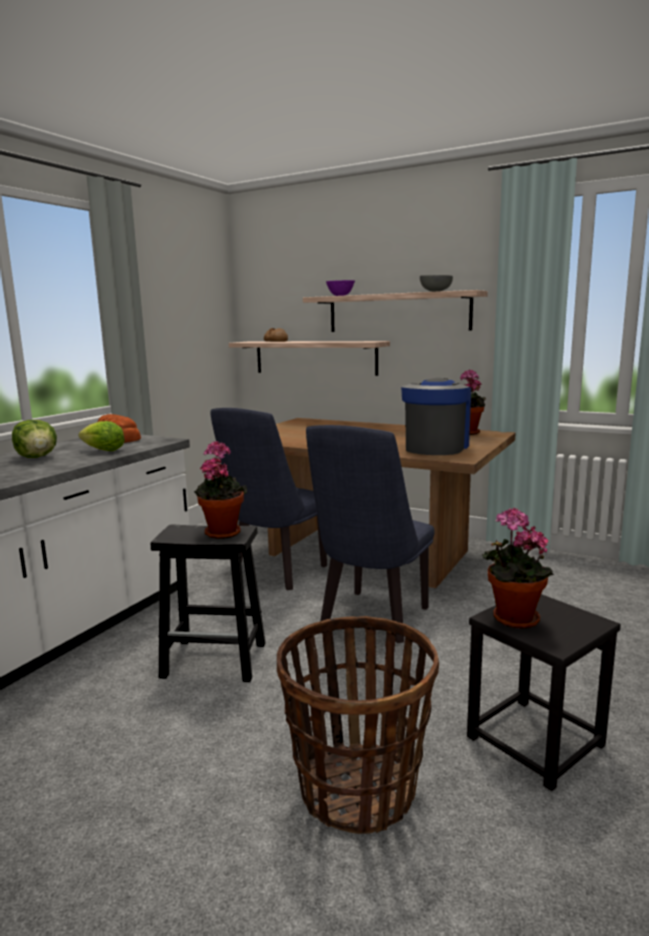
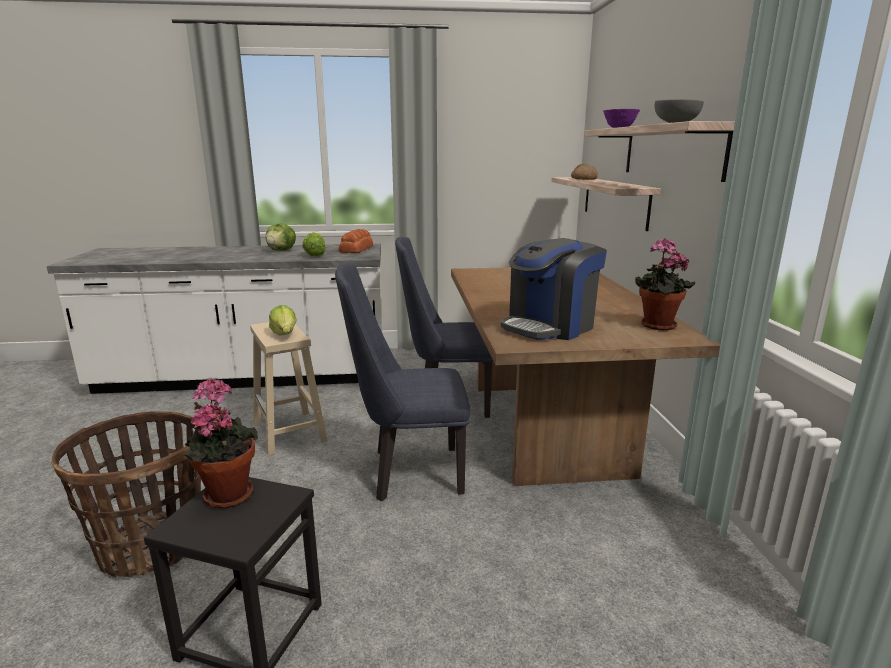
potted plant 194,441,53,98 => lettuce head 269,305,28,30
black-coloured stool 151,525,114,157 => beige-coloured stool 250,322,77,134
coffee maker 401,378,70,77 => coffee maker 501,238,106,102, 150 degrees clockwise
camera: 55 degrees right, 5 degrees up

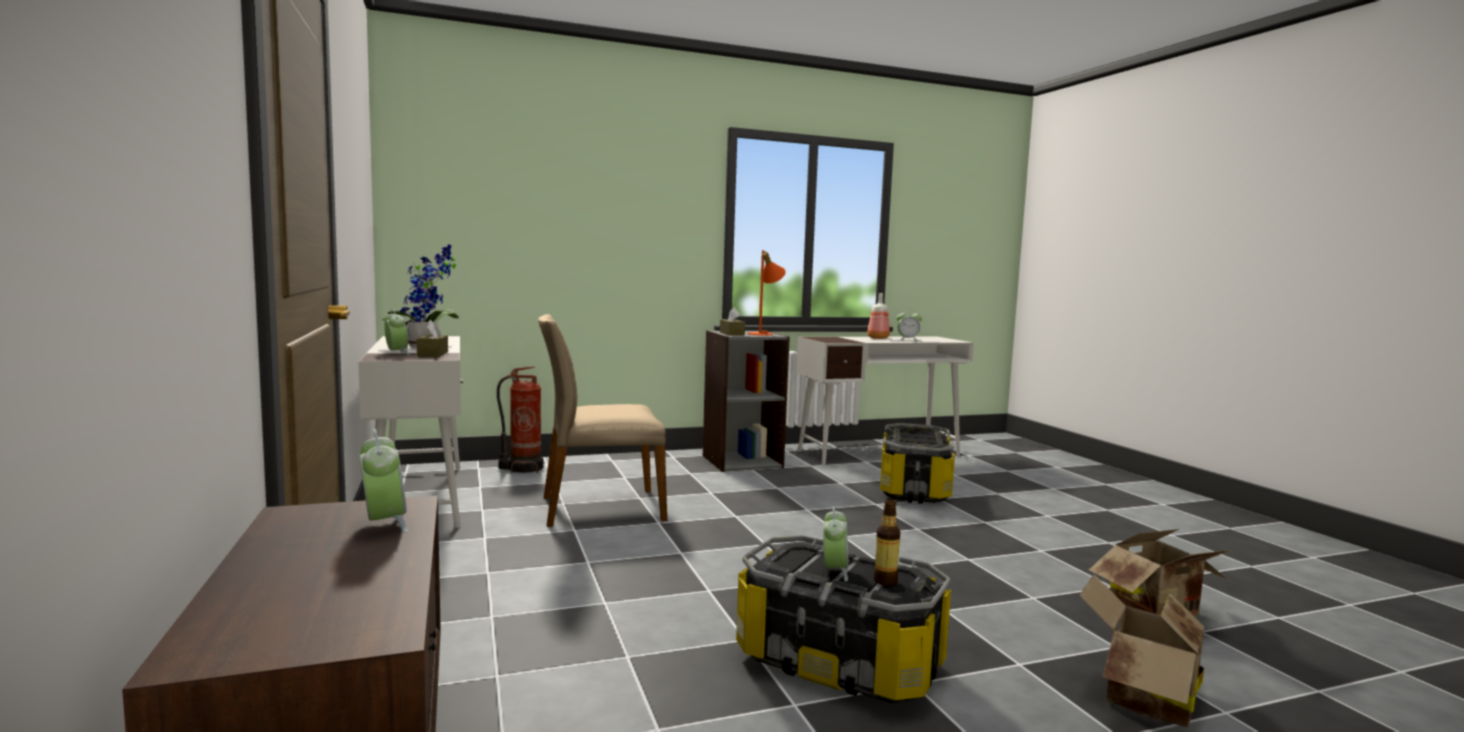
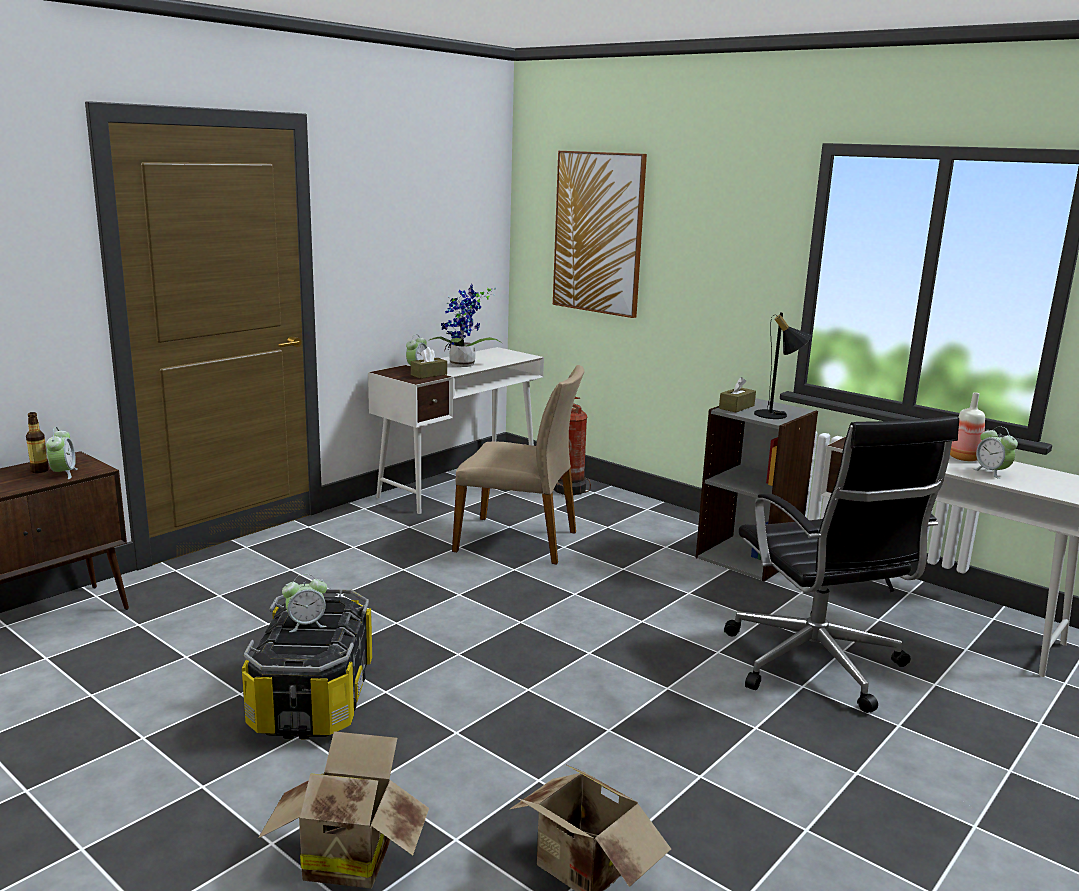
nothing => wall art 553,151,94,167
drink bottle 874,498,26,88 => drink bottle 26,412,23,61, move
storage container 880,423,75,81 => black-coloured computer chair 724,416,235,297
orangey table lamp 747,250,39,85 => black-coloured table lamp 754,312,58,107
bedside clock 360,429,48,104 => bedside clock 46,427,32,52, 45 degrees counterclockwise
beige-coloured plain chair 538,314,129,213 => beige-coloured plain chair 452,365,132,200, 150 degrees clockwise
camera: 60 degrees right, 10 degrees up

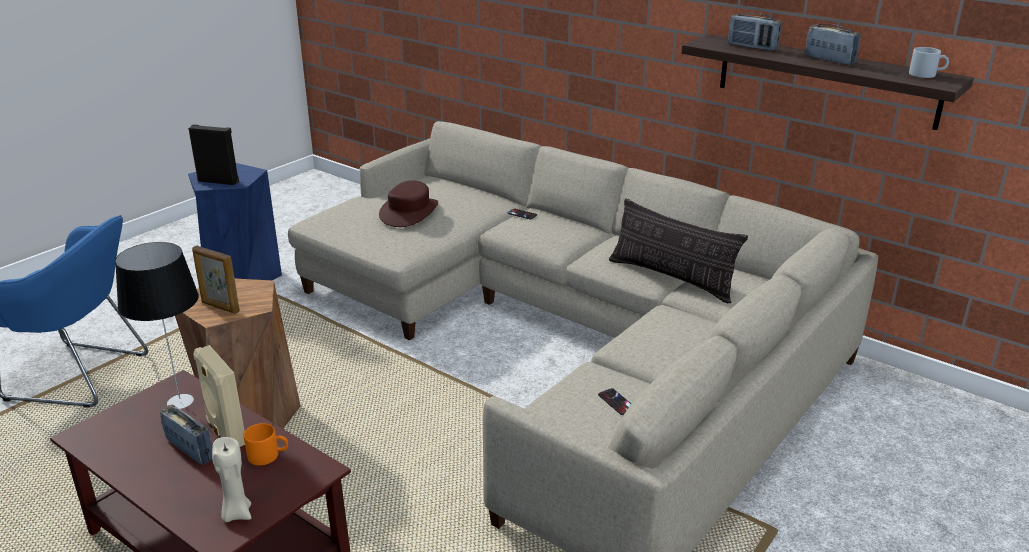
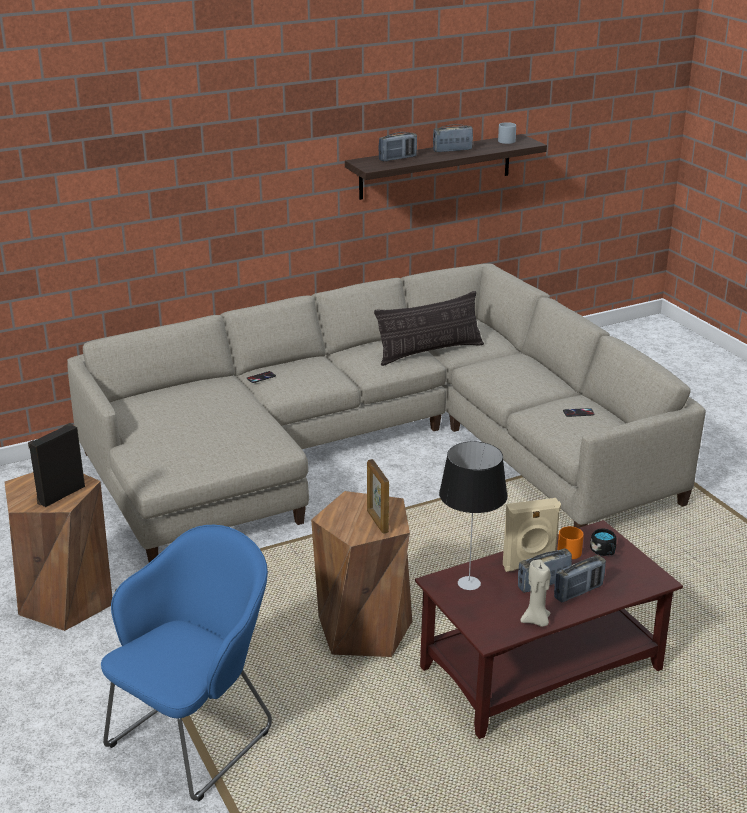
brownish clothing hat 379,180,59,47 => nothing
nothing => radio receiver 554,555,52,47
nothing => black-coloured tea mug 590,528,27,28
beige-coloured candle 212,437,39,85 => beige-coloured candle 520,559,31,68, move
blue-coloured stool 188,163,94,117 => brownish stool 4,472,109,159
picture frame 192,246,48,68 => picture frame 367,459,22,75, 105 degrees clockwise
camera: 65 degrees left, 0 degrees up

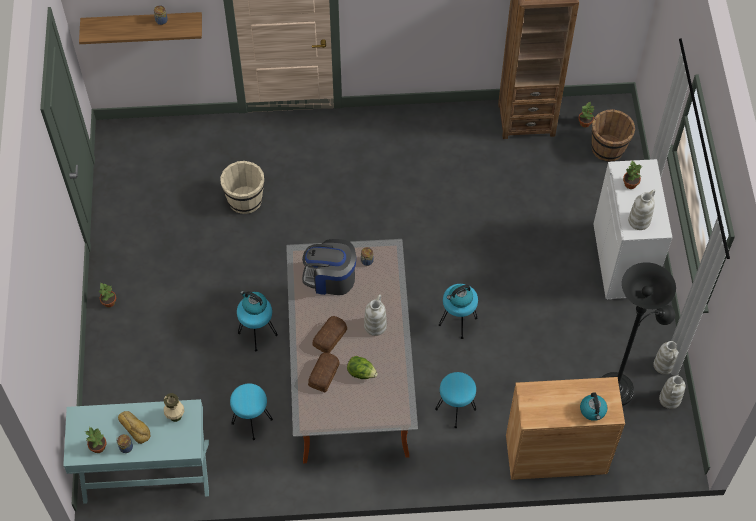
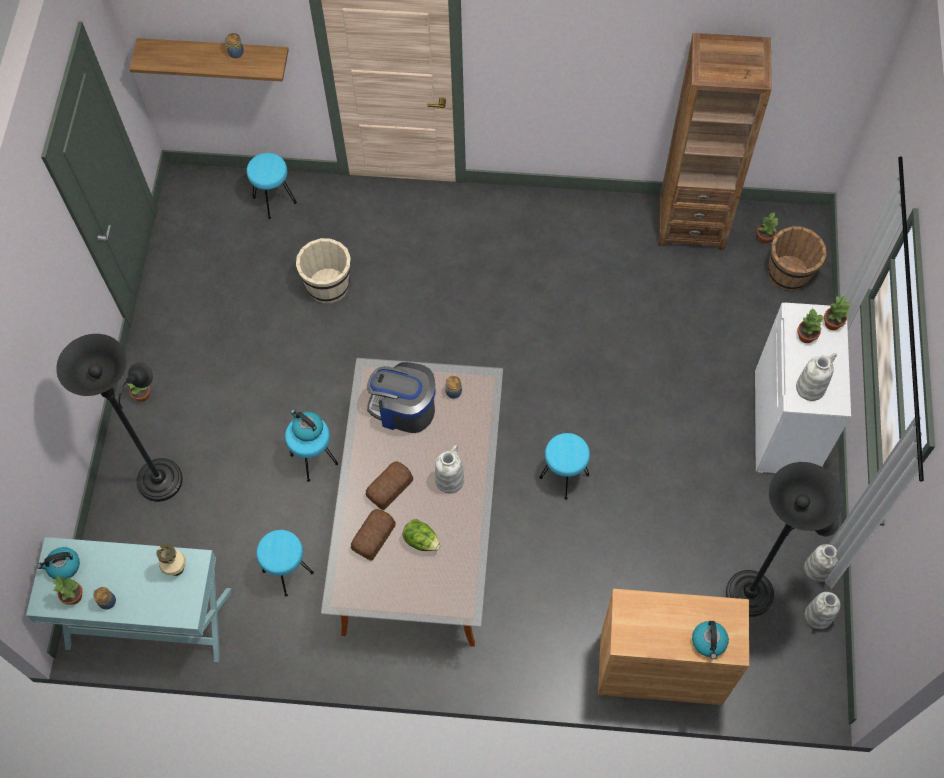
bakery bread 118,411,32,33 => nothing
nothing => black-coloured floor lamp 56,334,127,168
nothing => potted plant 824,295,27,35
turquoise stool 435,372,41,56 => turquoise stool 247,153,50,66, move
tea kettle 447,285,26,23 => tea kettle 37,547,43,32, move
camera: 10 degrees right, 5 degrees up

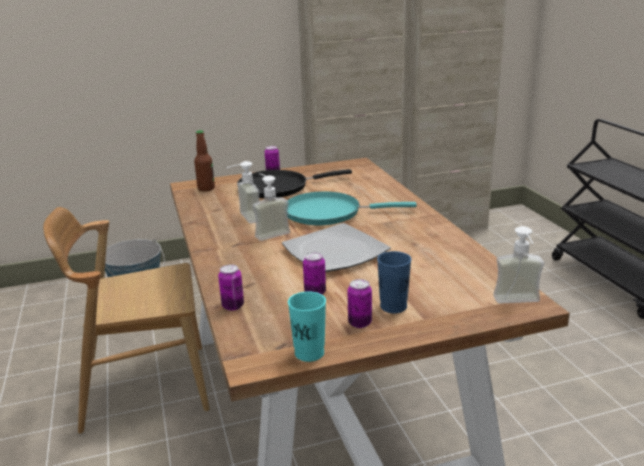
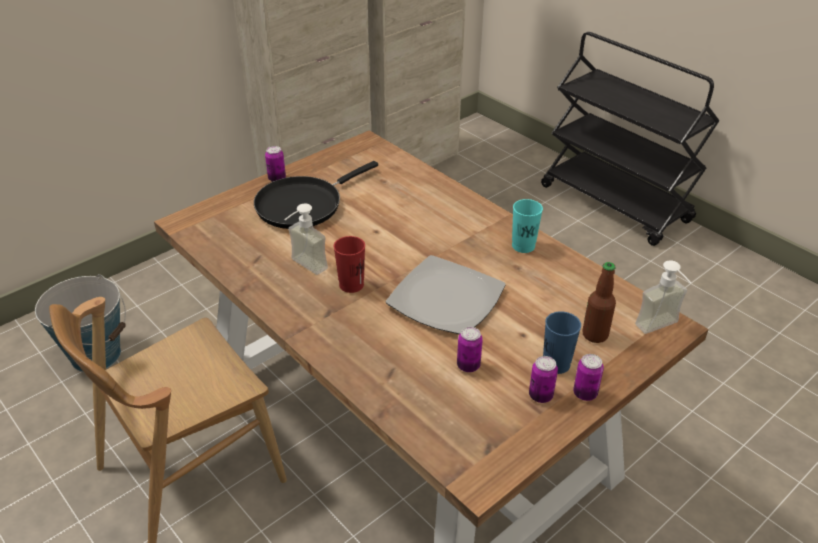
turquoise skillet 288,191,129,34 => nothing
drink bottle 194,130,21,61 => drink bottle 582,262,34,81, move
sealed can 218,264,26,47 => sealed can 573,354,31,47, move
turquoise small cup 288,291,38,71 => turquoise small cup 512,199,31,54, move
liquid soap bottle 252,173,38,68 => red-coloured small cup 334,236,31,57
camera: 25 degrees left, 15 degrees up

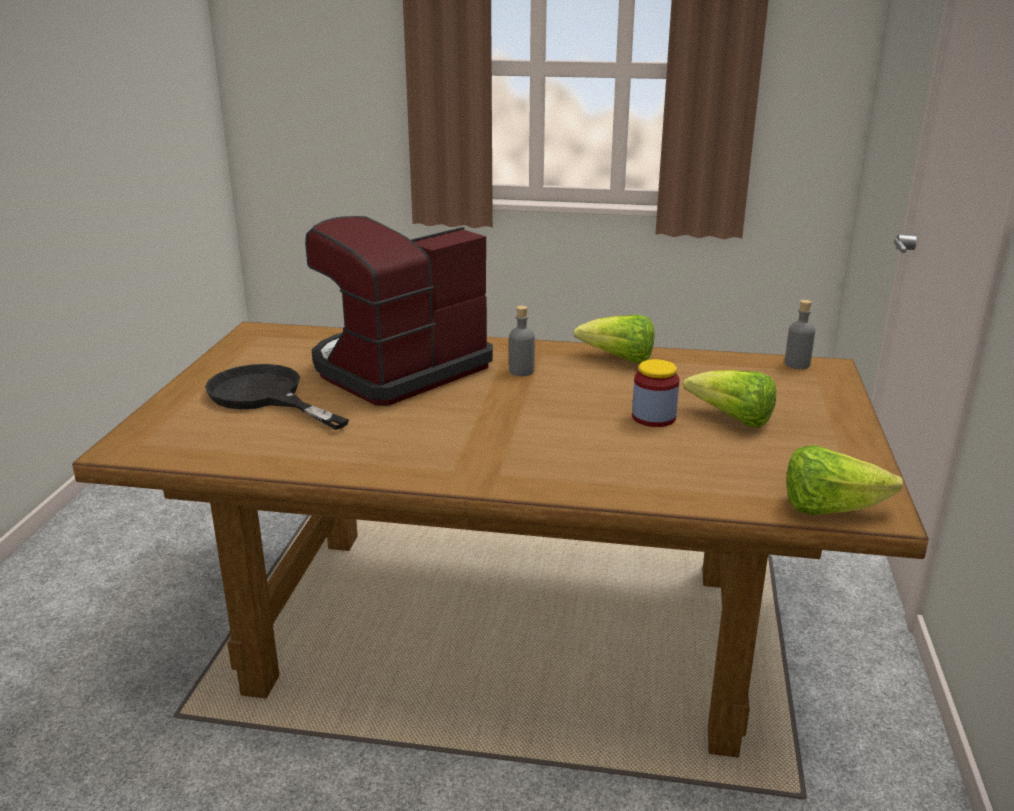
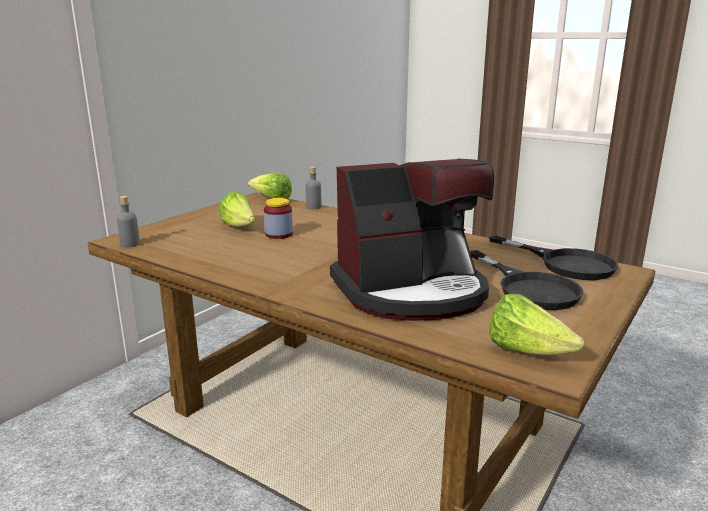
nothing => black-coloured skillet 489,235,129,45
gray drink bottle 509,306,26,70 => gray drink bottle 306,166,15,43, move
lettuce head 573,315,82,48 => lettuce head 489,294,96,61, move
camera: 155 degrees left, 5 degrees down

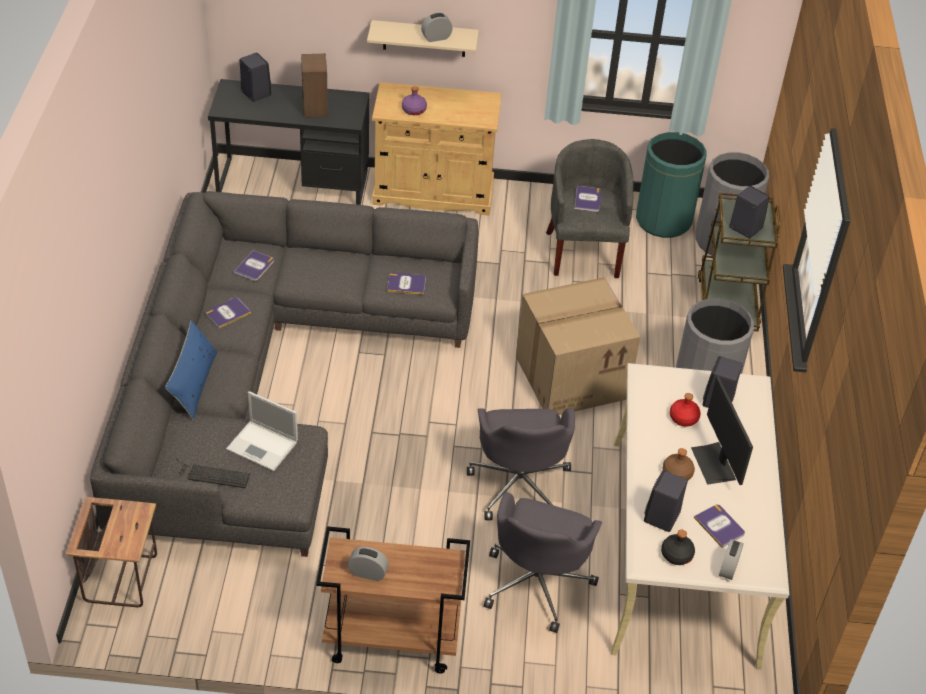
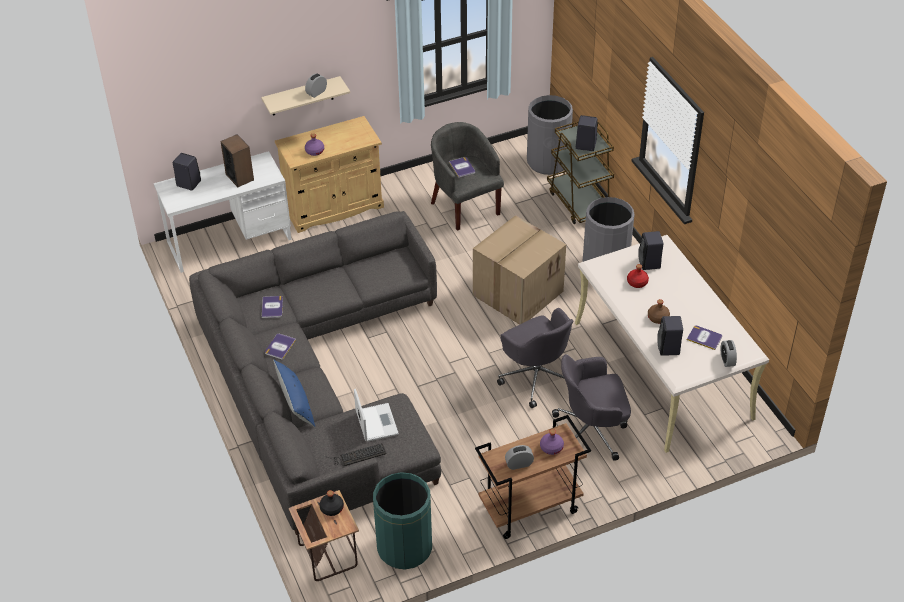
book 387,272,39,23 => nothing
computer screen 691,377,62,108 => nothing
nothing => purple-coloured drink bottle 540,429,24,26
green-coloured rubbish bin 636,132,70,106 => green-coloured rubbish bin 373,472,59,97, move
black-coloured drink bottle 661,530,34,35 => black-coloured drink bottle 319,490,25,26, move
black-coloured desk unit 208,79,161,126 => white desk unit 154,151,137,122
notebook computer 226,391,72,80 => notebook computer 354,389,45,53, 105 degrees counterclockwise
gray computer chair 484,492,118,141 => gray computer chair 552,354,79,107, 90 degrees clockwise
camera: 25 degrees left, 0 degrees up

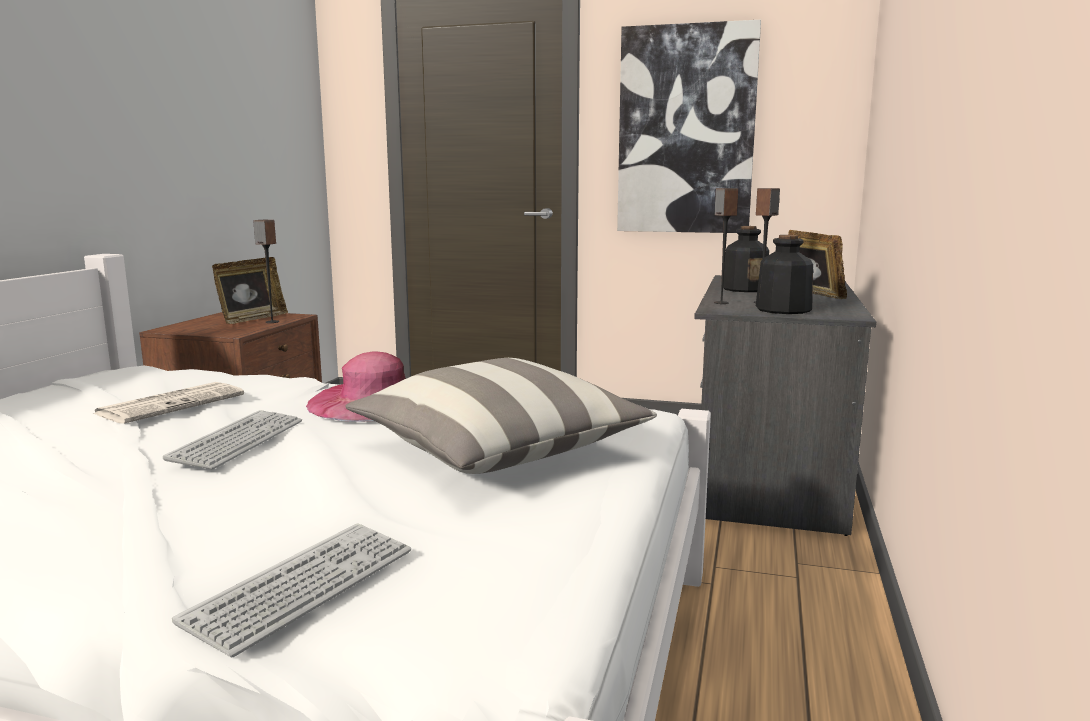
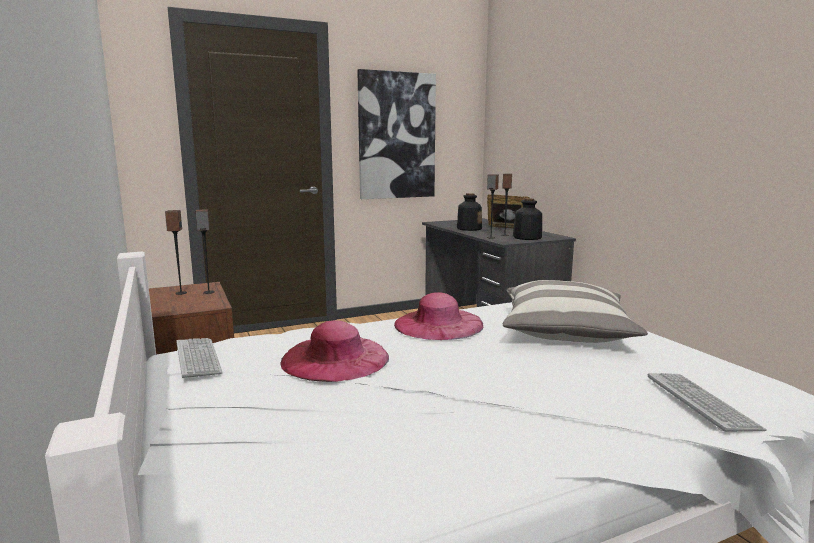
PC keyboard 163,410,139,59 => PC keyboard 176,338,47,40, move
daily paper 93,382,151,42 => pink-coloured clothing hat 280,320,109,62
picture frame 212,257,76,67 => speaker 165,210,22,85
camera: 40 degrees left, 0 degrees up

